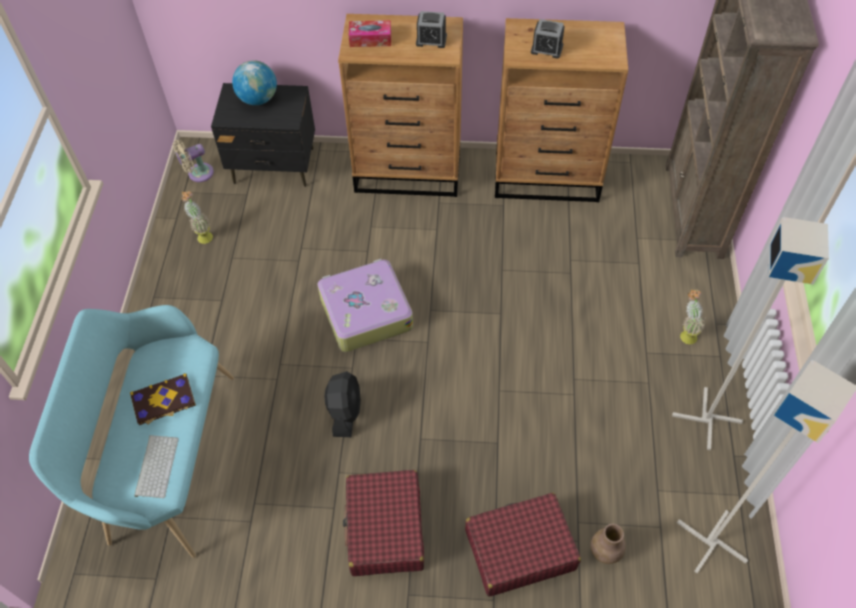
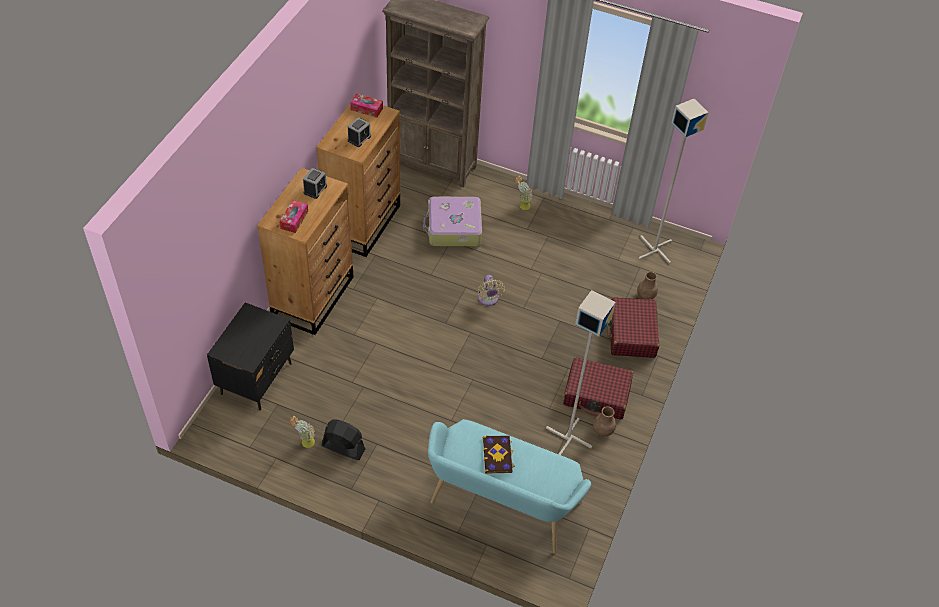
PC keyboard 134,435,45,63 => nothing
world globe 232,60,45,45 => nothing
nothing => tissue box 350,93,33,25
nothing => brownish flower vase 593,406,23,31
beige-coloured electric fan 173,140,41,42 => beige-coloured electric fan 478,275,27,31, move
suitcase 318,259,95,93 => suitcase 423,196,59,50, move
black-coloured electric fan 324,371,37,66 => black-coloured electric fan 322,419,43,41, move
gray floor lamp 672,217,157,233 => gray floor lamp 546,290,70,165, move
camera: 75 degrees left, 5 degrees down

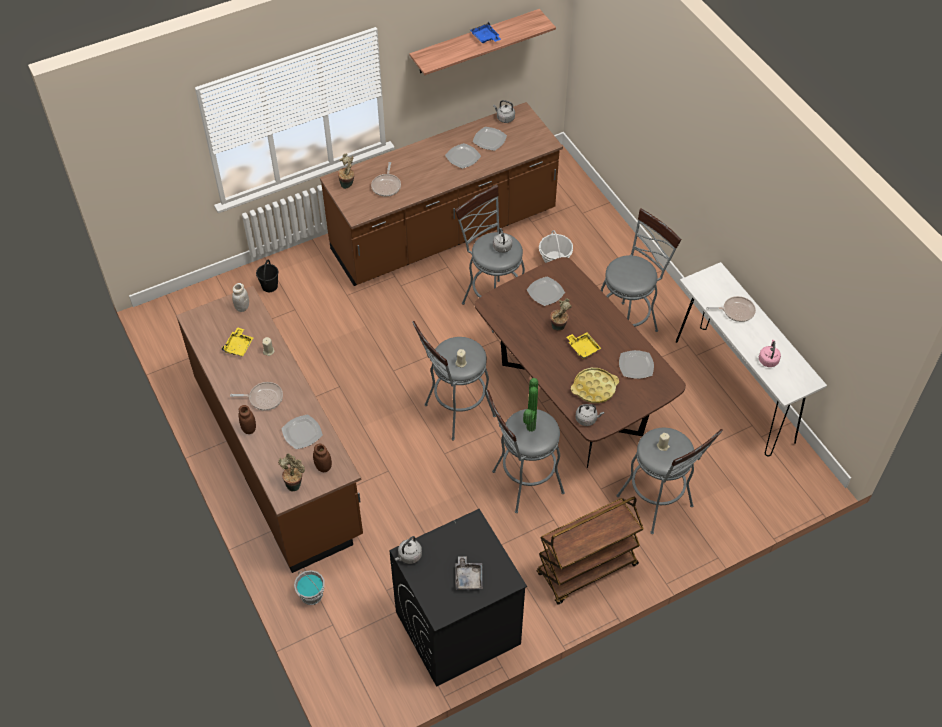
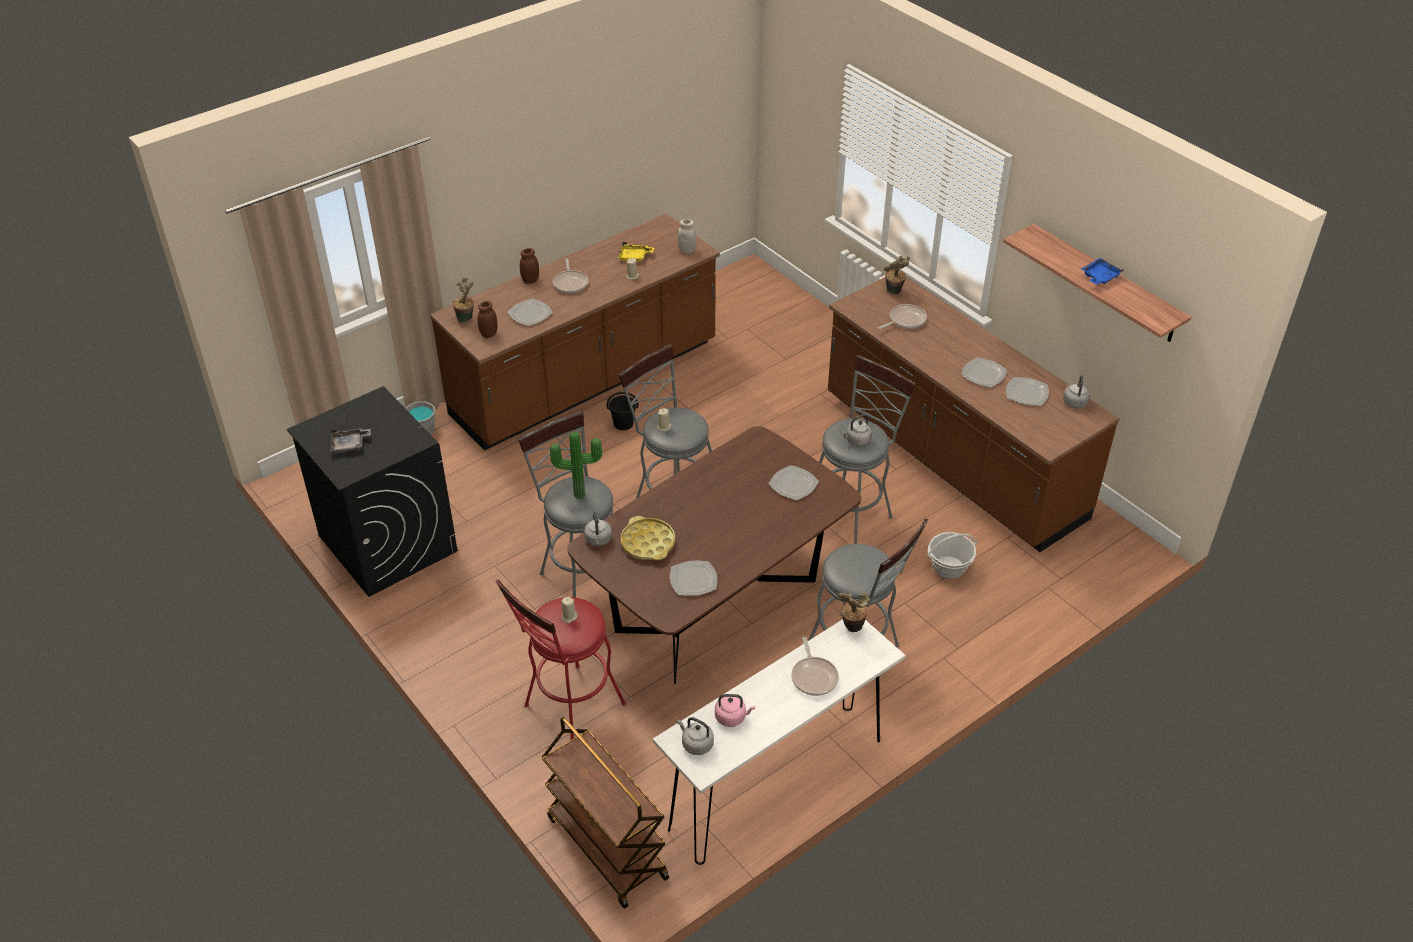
yellow-coloured serving tray 567,332,34,27 => nothing
black-coloured pail 256,259,22,33 => black-coloured pail 607,392,32,38, move
gray tea kettle 395,536,27,28 => gray tea kettle 677,717,37,38, move
brownish wheeled cart 536,497,108,107 => brownish wheeled cart 541,717,128,192, move
potted plant 550,298,22,32 => potted plant 838,592,33,40, move
gray stool 616,428,107,106 => red-coloured stool 496,580,130,160
skillet 371,162,30,34 => skillet 878,304,49,25, 150 degrees clockwise
camera: 80 degrees right, 10 degrees down

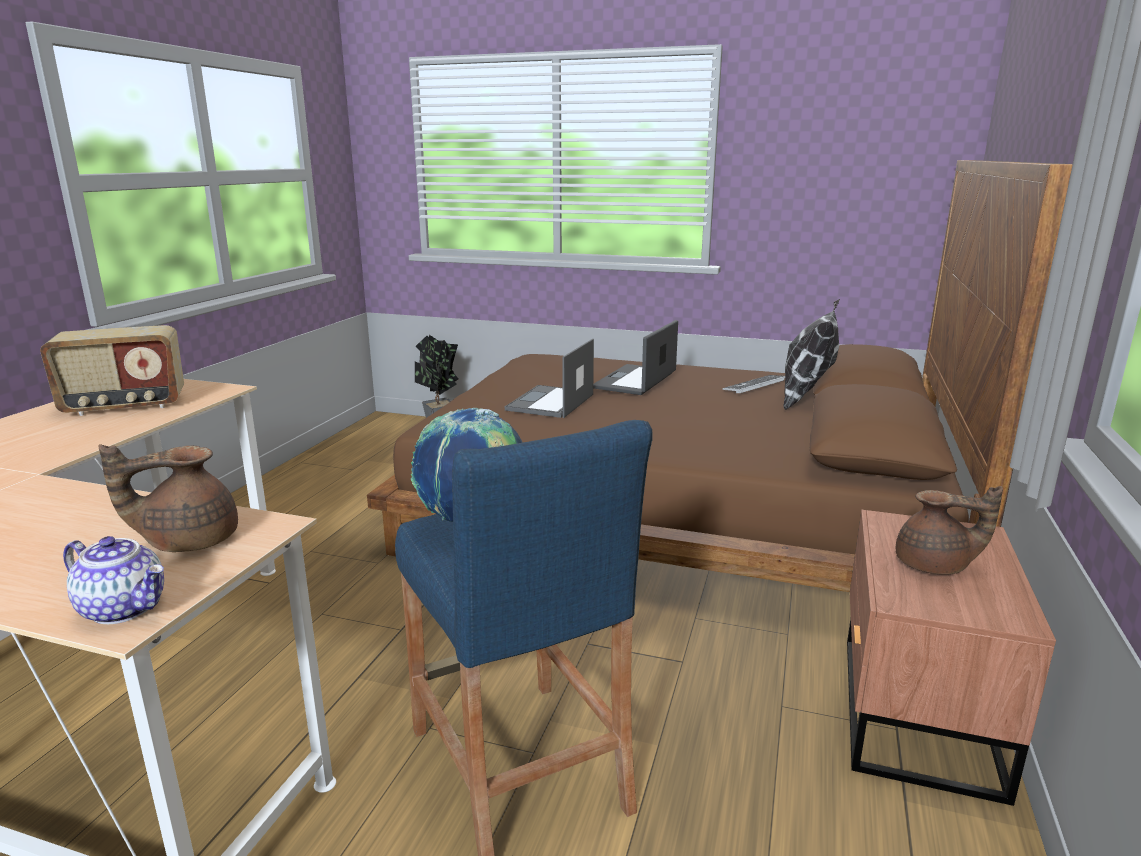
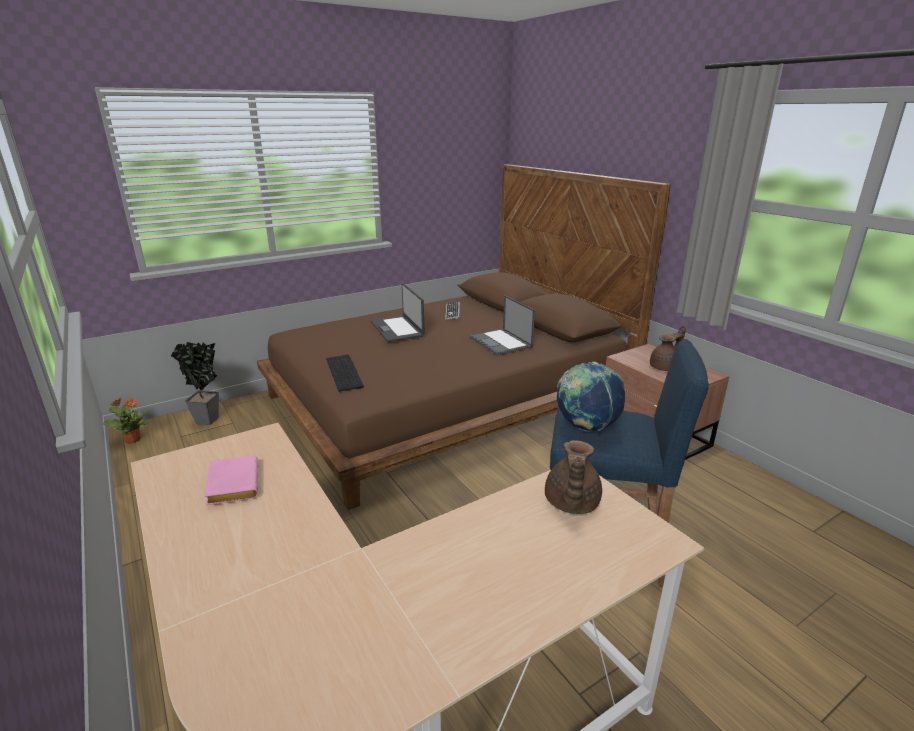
teapot 63,536,101,88 => nothing
pillow 783,299,57,111 => nothing
nothing => potted plant 102,398,48,46
nothing => PC keyboard 326,354,38,38
notebook computer 505,339,89,79 => notebook computer 470,295,65,61, move
radio receiver 40,325,144,91 => pink-coloured book 205,456,53,49
camera: 50 degrees left, 5 degrees up

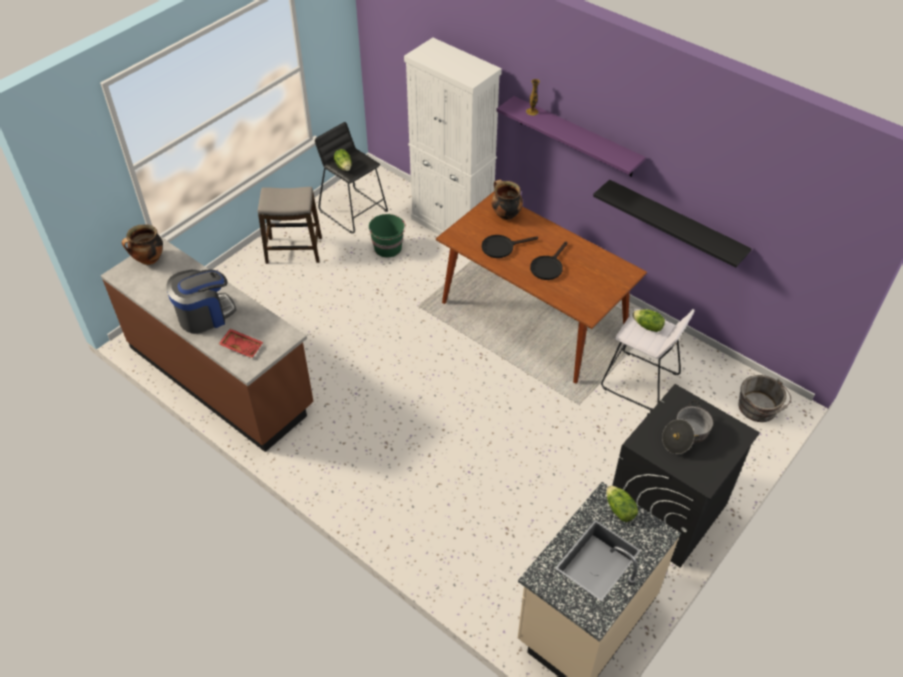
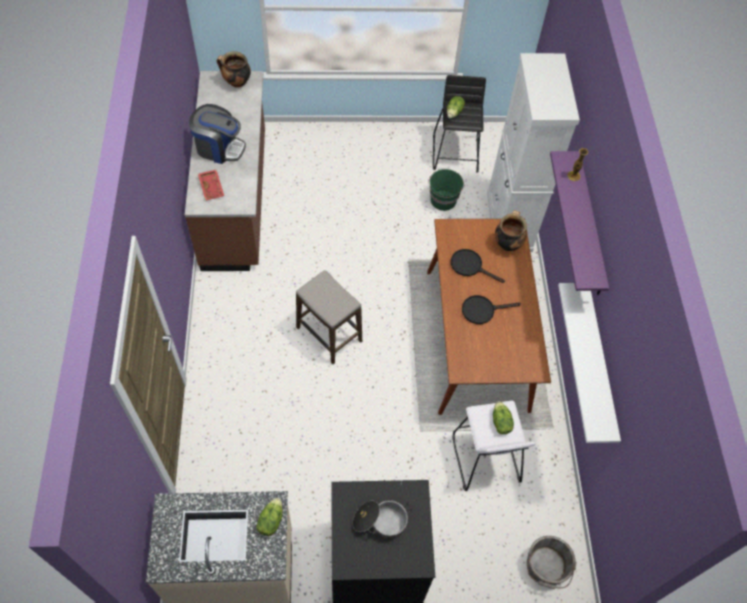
stool 258,187,64,77 => stool 296,270,66,94, move
black-coloured wall shelf 593,180,159,88 => white wall shelf 558,283,63,160
camera: 45 degrees right, 10 degrees up

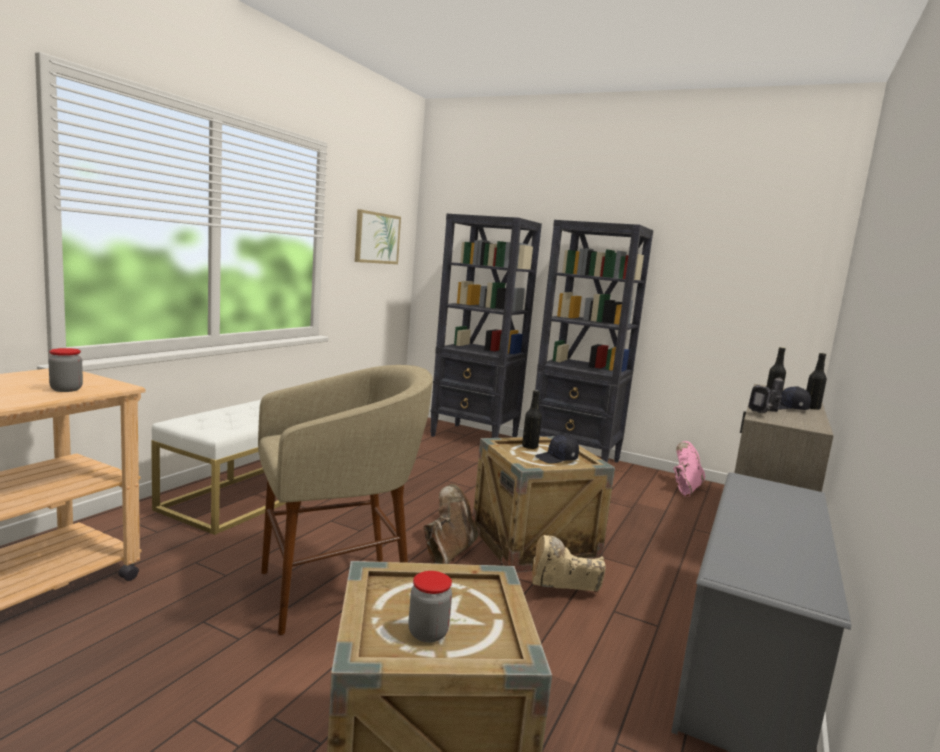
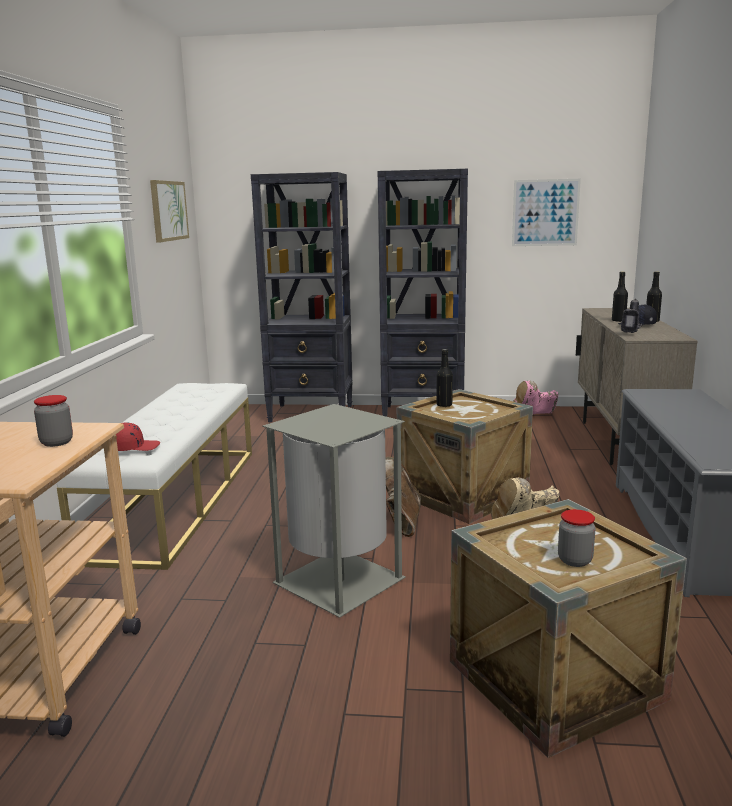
black-coloured cap 535,434,44,29 => nothing
nothing => red-coloured cap 116,422,44,29
nothing => wall art 512,179,69,67
beige-coloured stool 258,365,175,270 => gray rubbish bin 262,404,144,214
pink-coloured boot 673,441,32,56 => pink-coloured boot 513,381,46,33, 120 degrees counterclockwise
camera: 20 degrees left, 5 degrees up

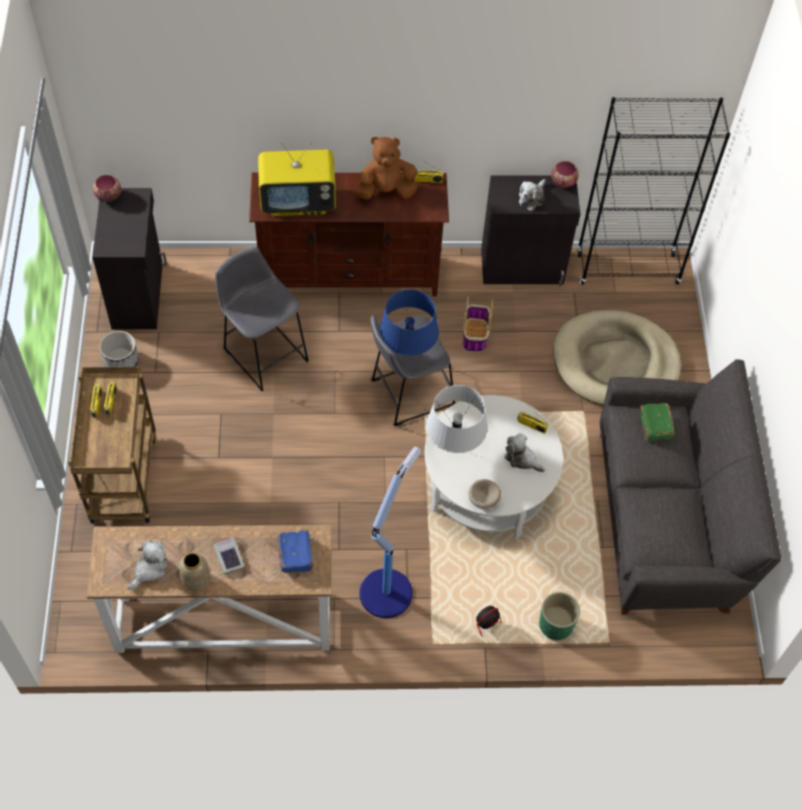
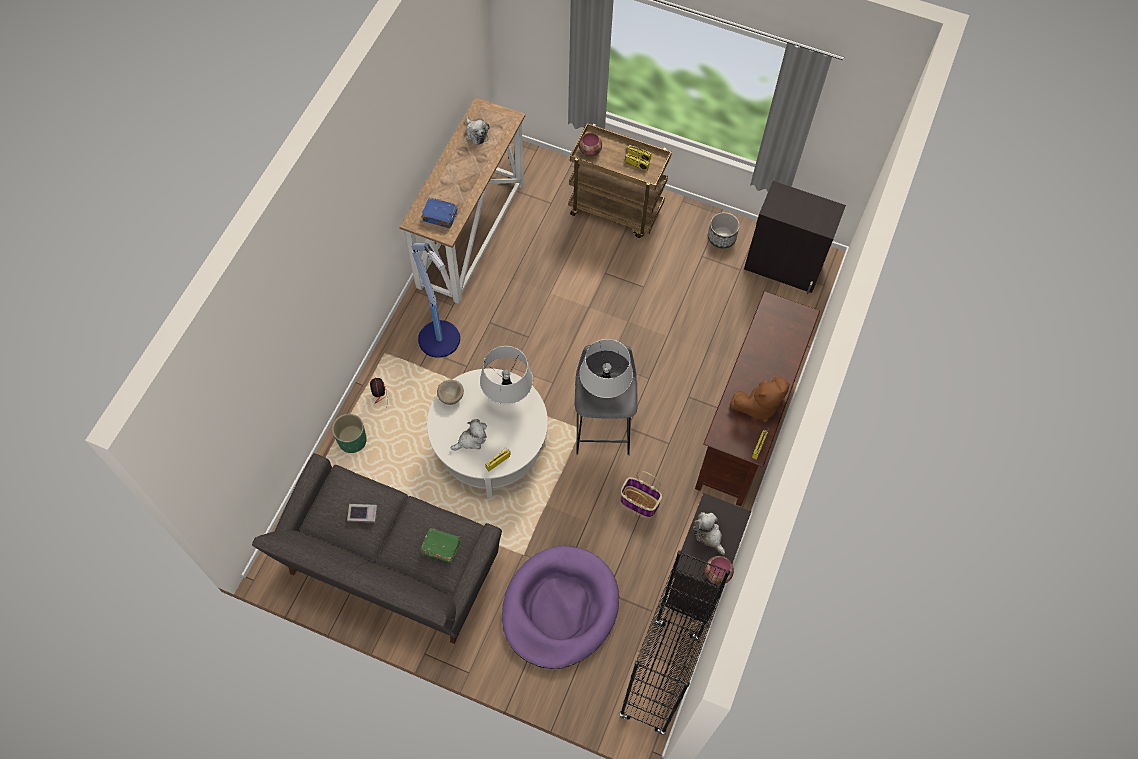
flower vase 179,553,32,38 => nothing
gray stool 215,247,94,144 => nothing
TV 258,142,78,74 => nothing
bowl 93,175,28,27 => bowl 579,133,23,23, move
book 214,537,31,38 => book 347,504,30,19, move
blue-coloured table lamp 379,289,60,67 => gray table lamp 579,339,54,59
beige-coloured dog cushion 553,310,128,96 => purple-coloured dog cushion 502,546,117,123
brownish soft toy 353,137,65,63 => brownish soft toy 730,376,60,46, 60 degrees clockwise
camera: 115 degrees right, 5 degrees up

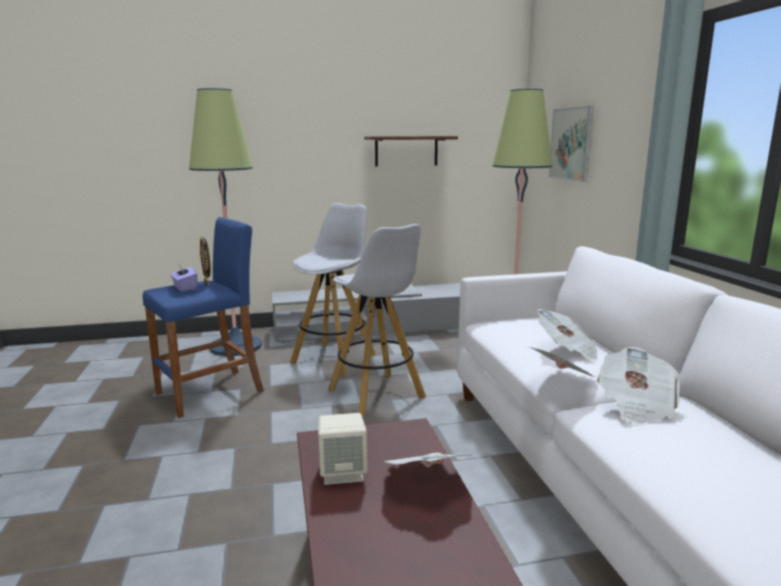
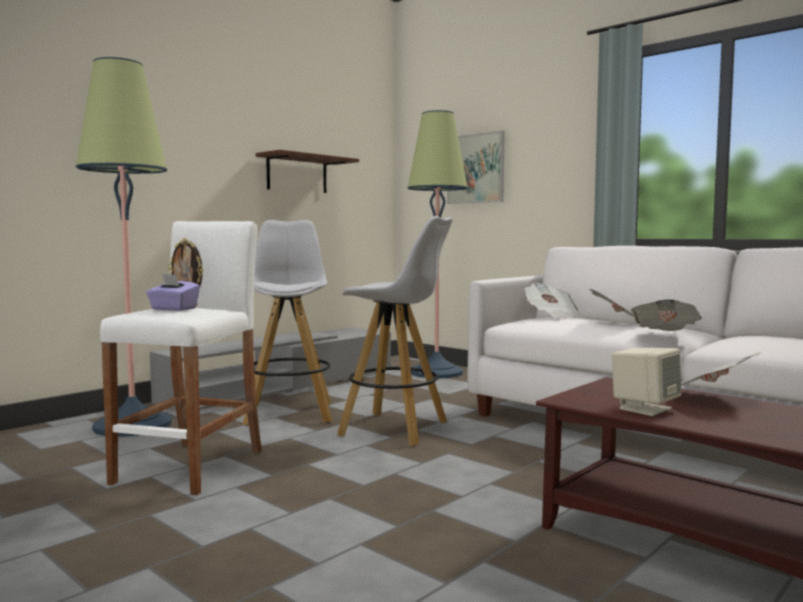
daily paper 597,347,83,76 => daily paper 524,283,57,37, move
blue-coloured stool 143,217,121,201 => white stool 100,221,162,274
camera: 35 degrees left, 10 degrees down

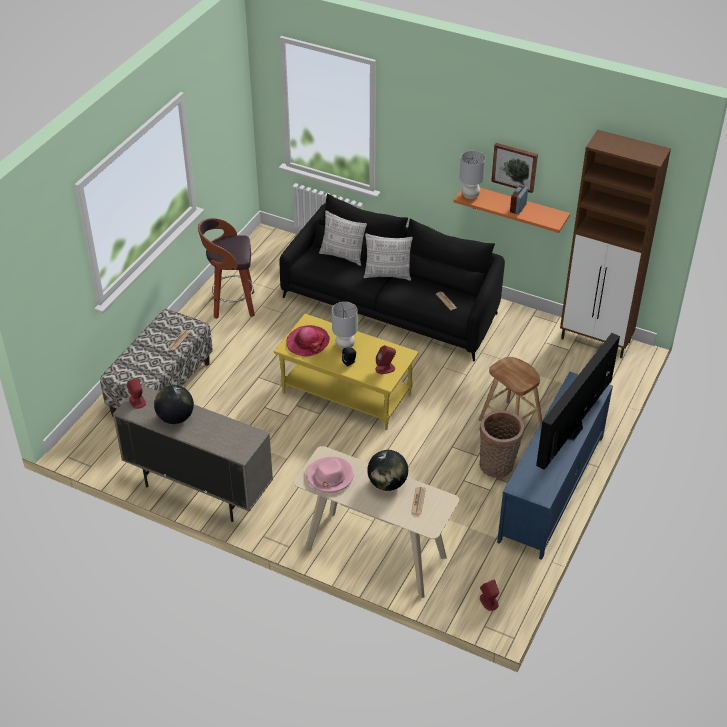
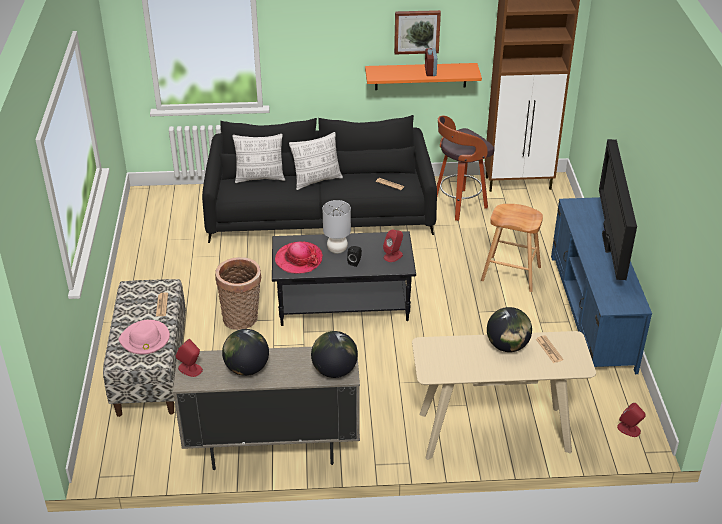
gray table lamp 460,151,26,48 => nothing
nothing => world globe 311,331,47,47
stool 198,218,57,101 => stool 437,116,57,105, move
pink-coloured clothing hat 306,457,48,36 => pink-coloured clothing hat 118,320,52,35, move
storage basket 479,410,46,68 => storage basket 215,257,46,73, move
yellow-coloured coffee table 274,314,145,116 => black-coloured coffee table 272,231,144,95
camera: 30 degrees left, 5 degrees down

